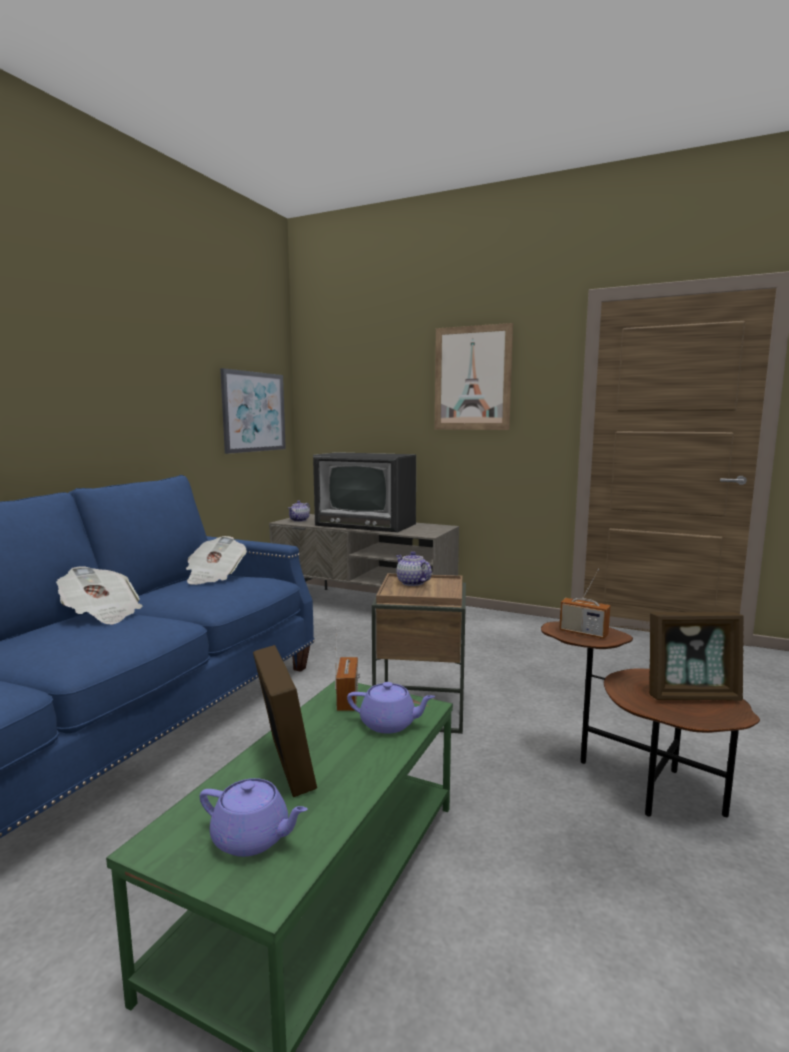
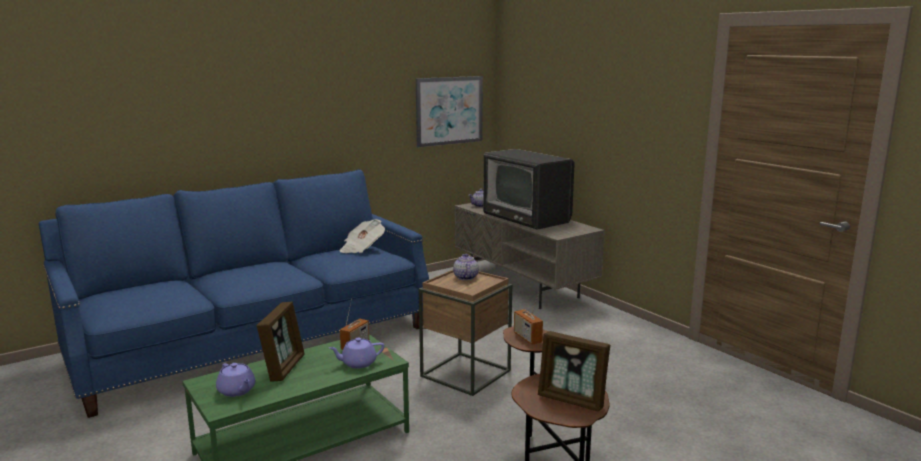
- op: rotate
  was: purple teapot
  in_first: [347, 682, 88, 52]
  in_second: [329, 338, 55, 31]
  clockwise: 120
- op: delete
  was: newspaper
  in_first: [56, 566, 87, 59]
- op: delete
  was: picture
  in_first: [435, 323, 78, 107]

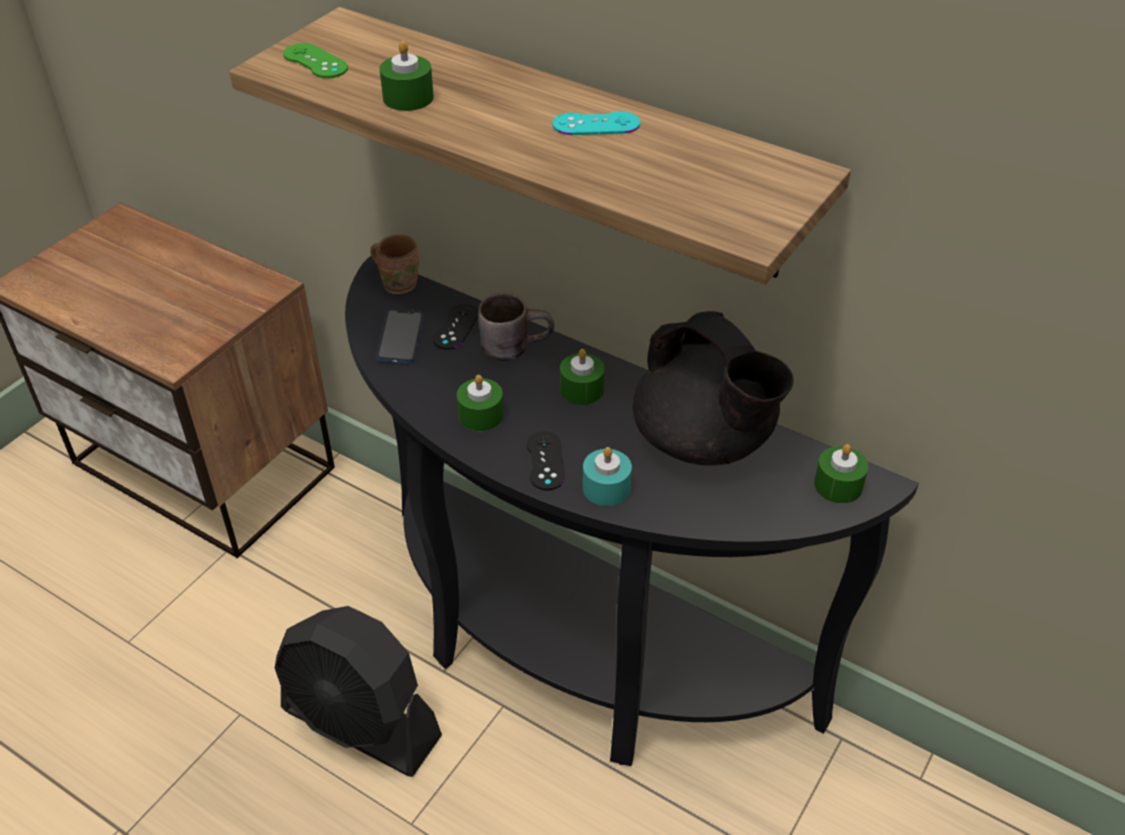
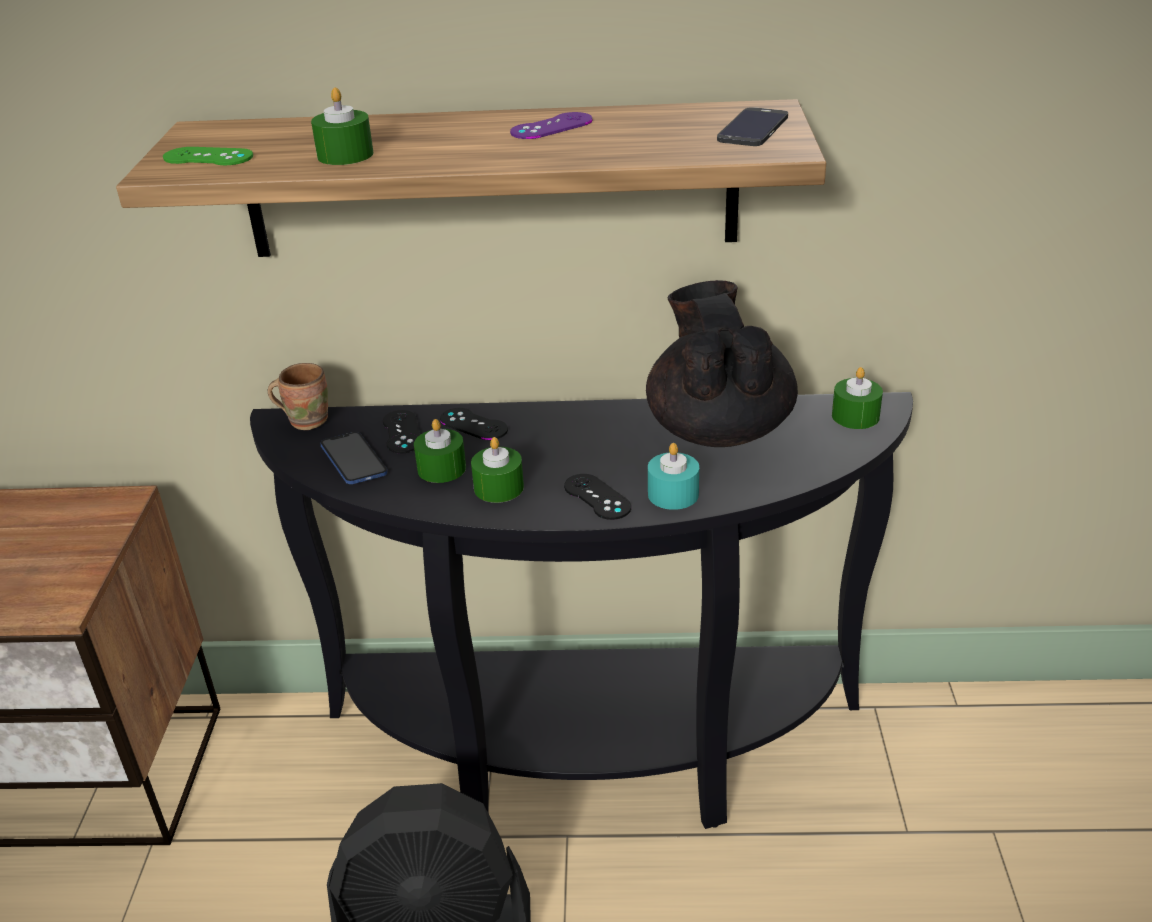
- op: move
  was: green candle
  in_first: [560, 349, 45, 56]
  in_second: [414, 419, 52, 64]
- op: replace
  was: brown mug
  now: black game controller
  in_first: [478, 293, 76, 68]
  in_second: [440, 408, 68, 32]
- op: recolor
  was: turquoise game controller
  now: purple game controller
  in_first: [552, 111, 88, 24]
  in_second: [510, 112, 83, 27]
- op: rotate
  was: black teapot
  in_first: [633, 311, 161, 155]
  in_second: [646, 280, 152, 167]
  clockwise: -120
- op: insert
  now: phone
  in_second: [717, 107, 71, 39]

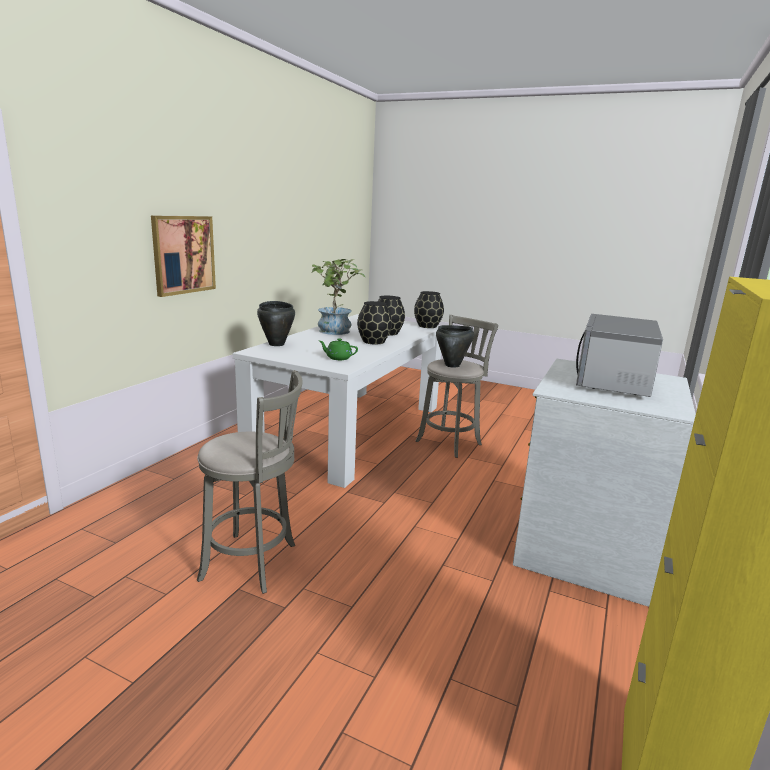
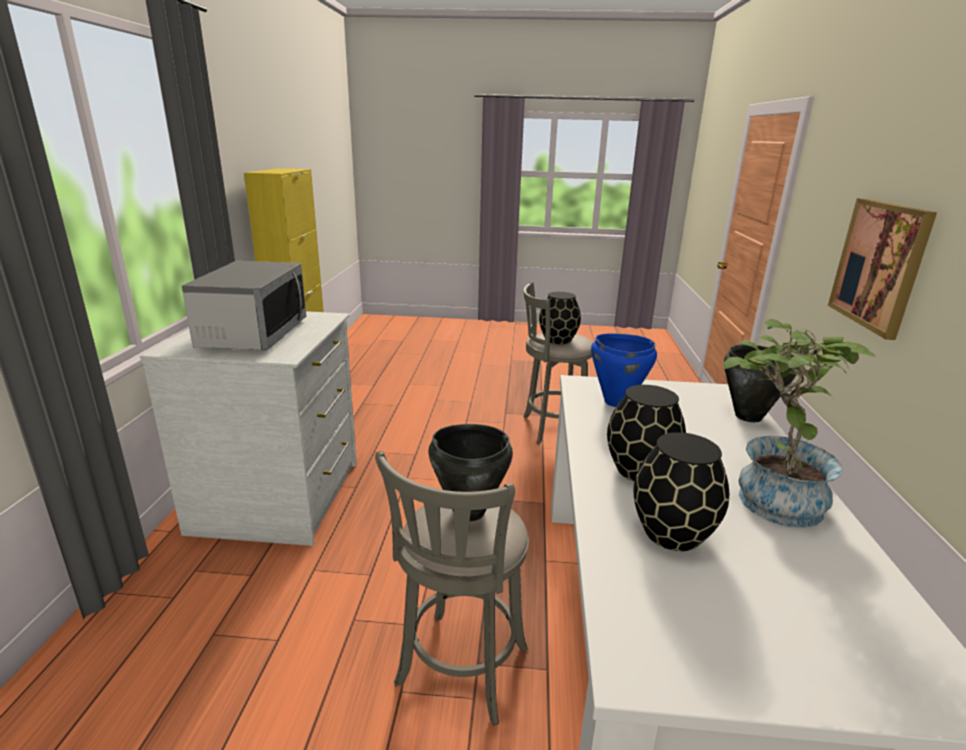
- op: move
  was: black vase
  in_first: [414, 291, 30, 37]
  in_second: [539, 292, 42, 52]
- op: replace
  was: green teapot
  now: blue cooking pot
  in_first: [319, 338, 39, 22]
  in_second: [591, 333, 66, 74]

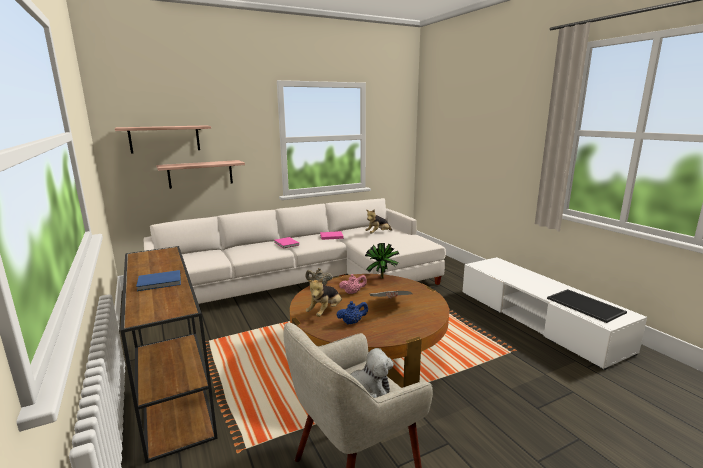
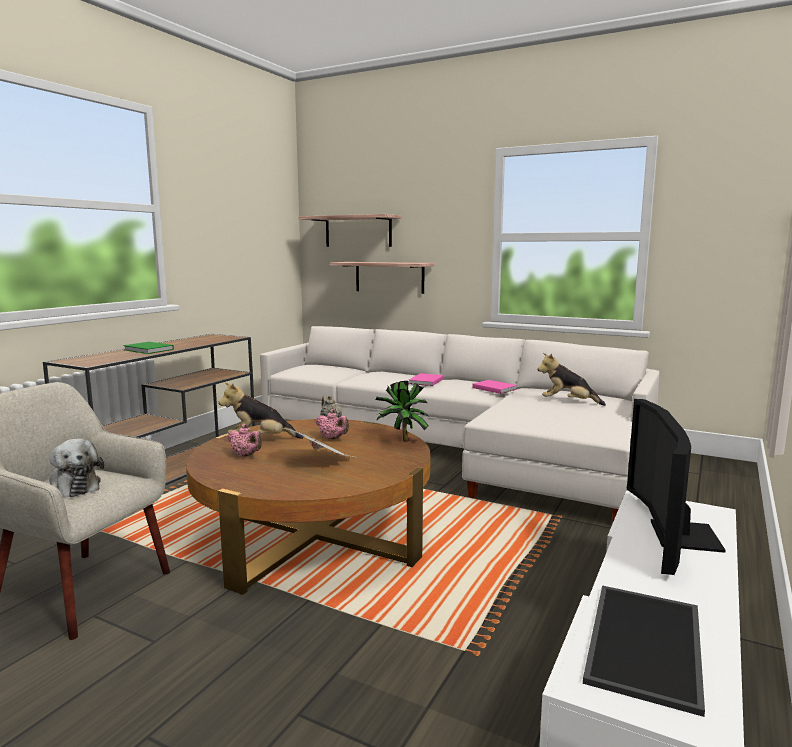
- op: recolor
  was: blue book
  now: green book
  in_first: [136, 270, 45, 21]
  in_second: [123, 342, 51, 12]
- op: recolor
  was: blue teapot
  now: pink teapot
  in_first: [336, 301, 32, 24]
  in_second: [227, 424, 35, 33]
- op: insert
  now: television
  in_second: [627, 399, 98, 176]

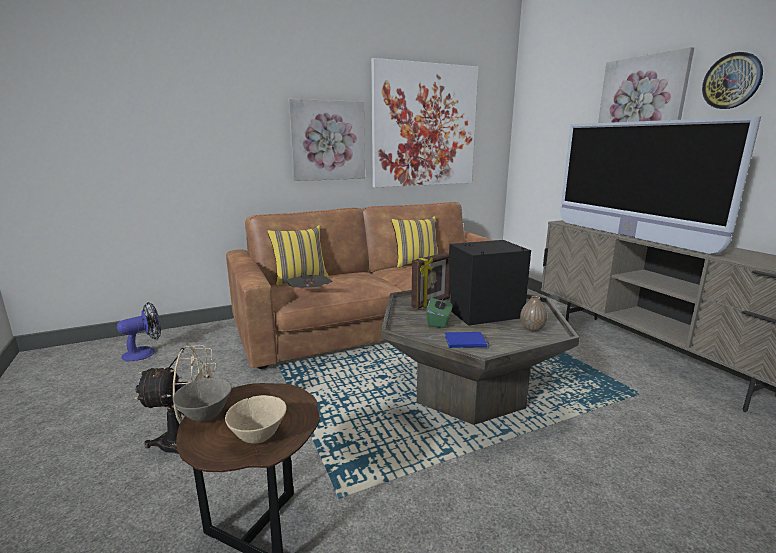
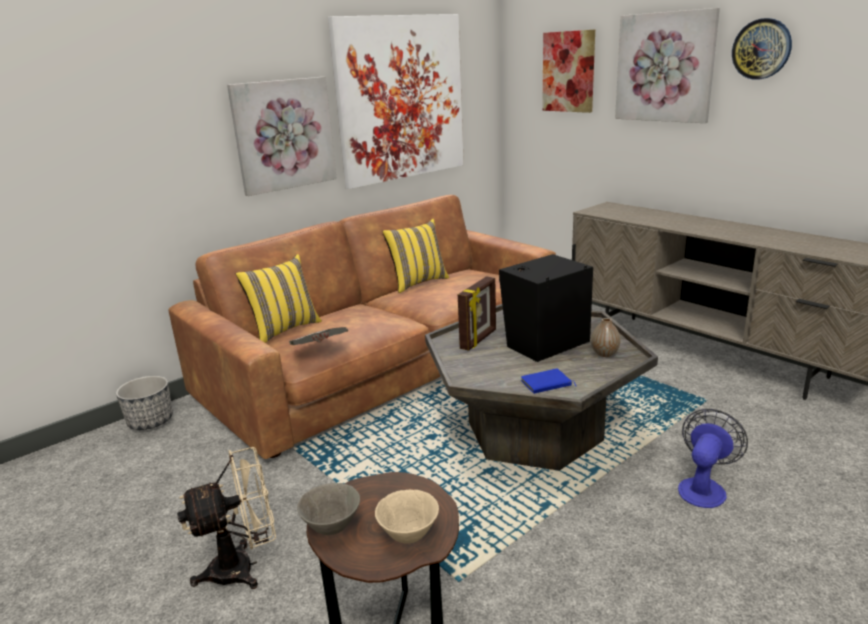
- op: insert
  now: planter
  in_second: [116, 376, 57, 54]
- op: insert
  now: picture
  in_second: [542, 30, 53, 83]
- op: move
  was: fan
  in_first: [117, 302, 44, 59]
  in_second: [678, 409, 70, 99]
- op: delete
  was: green tissue box
  in_first: [426, 297, 27, 31]
- op: delete
  was: television
  in_first: [560, 117, 201, 138]

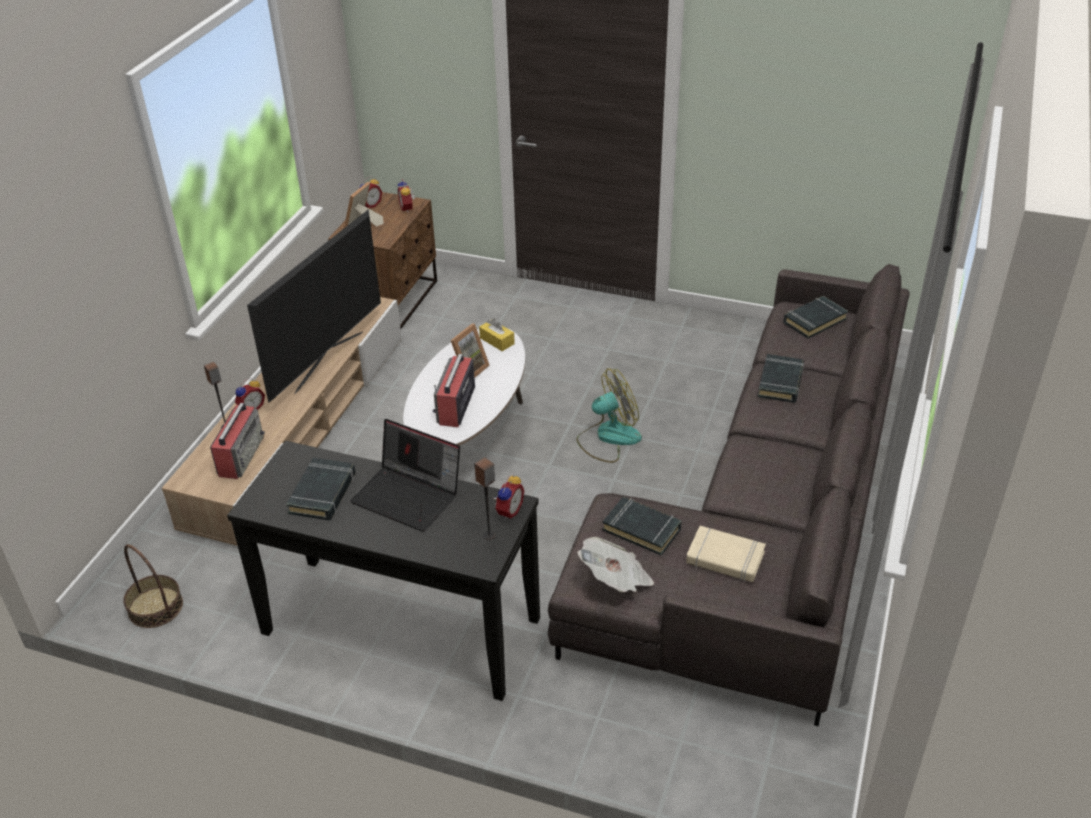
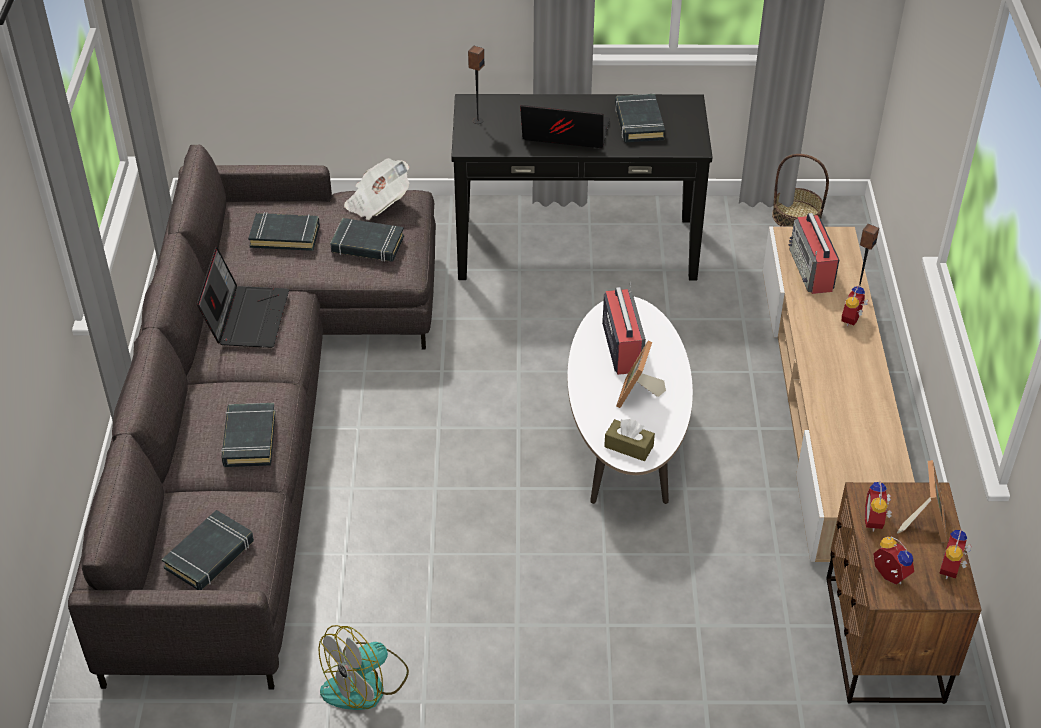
- op: insert
  now: laptop
  in_second: [197, 247, 92, 101]
- op: recolor
  was: beige book
  now: black book
  in_first: [686, 526, 80, 56]
  in_second: [248, 212, 72, 39]
- op: move
  was: fan
  in_first: [577, 369, 65, 94]
  in_second: [318, 625, 91, 85]
- op: recolor
  was: yellow tissue box
  now: brown tissue box
  in_first: [479, 318, 36, 33]
  in_second: [604, 419, 51, 42]
- op: move
  was: alarm clock
  in_first: [493, 474, 31, 46]
  in_second: [865, 481, 27, 50]
- op: delete
  was: television
  in_first: [247, 209, 134, 194]

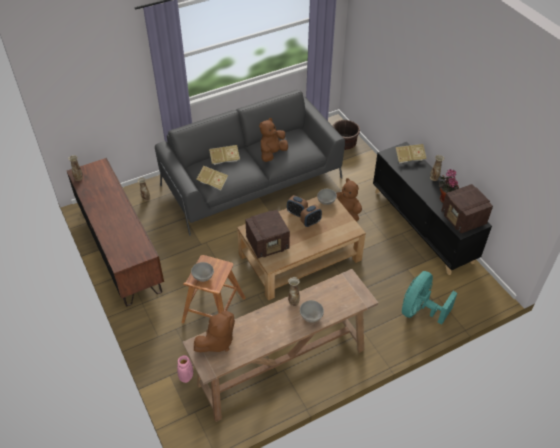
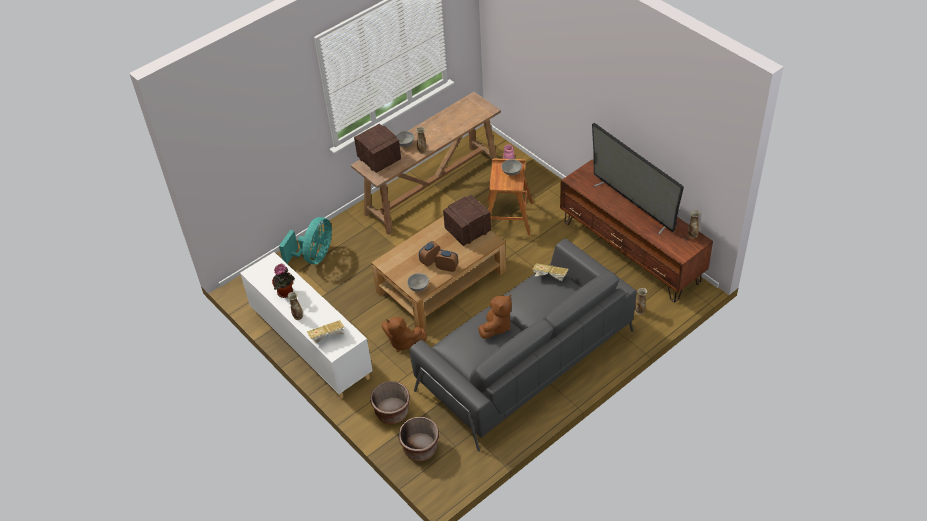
- op: recolor
  was: black cabinet
  now: white cabinet
  in_first: [373, 142, 119, 133]
  in_second: [240, 252, 133, 147]
- op: move
  was: radio
  in_first: [441, 184, 52, 49]
  in_second: [354, 124, 47, 49]
- op: insert
  now: brown planter
  in_second: [370, 381, 40, 43]
- op: insert
  now: television
  in_second: [592, 123, 92, 112]
- op: delete
  was: brown plush toy
  in_first: [194, 311, 41, 41]
- op: delete
  was: book
  in_first: [209, 145, 31, 20]

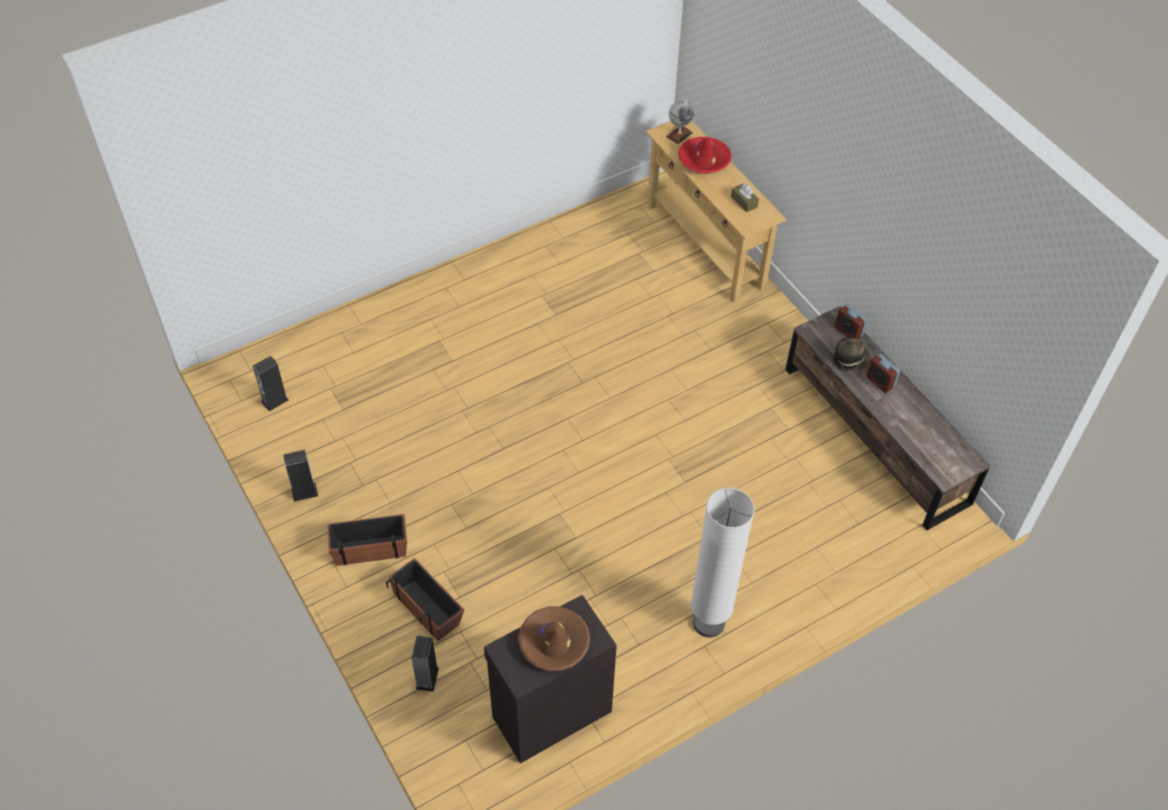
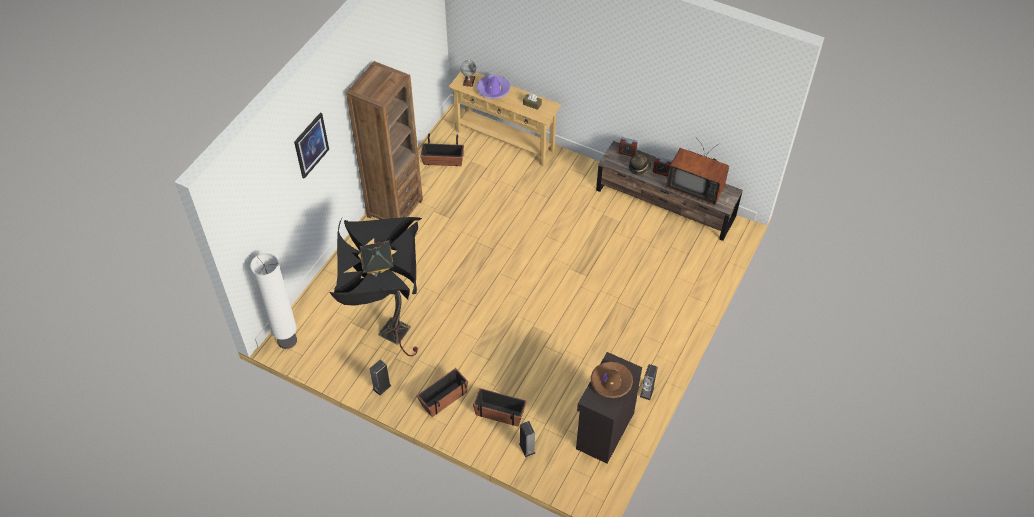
- op: move
  was: white floor lamp
  in_first: [691, 488, 64, 149]
  in_second: [250, 253, 47, 96]
- op: insert
  now: picture
  in_second: [294, 113, 35, 66]
- op: insert
  now: black floor lamp
  in_second: [330, 217, 92, 139]
- op: insert
  now: brown bookcase
  in_second: [346, 61, 77, 159]
- op: insert
  now: planter
  in_second: [420, 133, 44, 33]
- op: recolor
  was: red hat
  now: purple hat
  in_first: [678, 137, 54, 37]
  in_second: [476, 75, 34, 24]
- op: move
  was: speaker
  in_first: [253, 356, 36, 55]
  in_second: [640, 364, 18, 36]
- op: insert
  now: television
  in_second: [666, 139, 63, 66]

